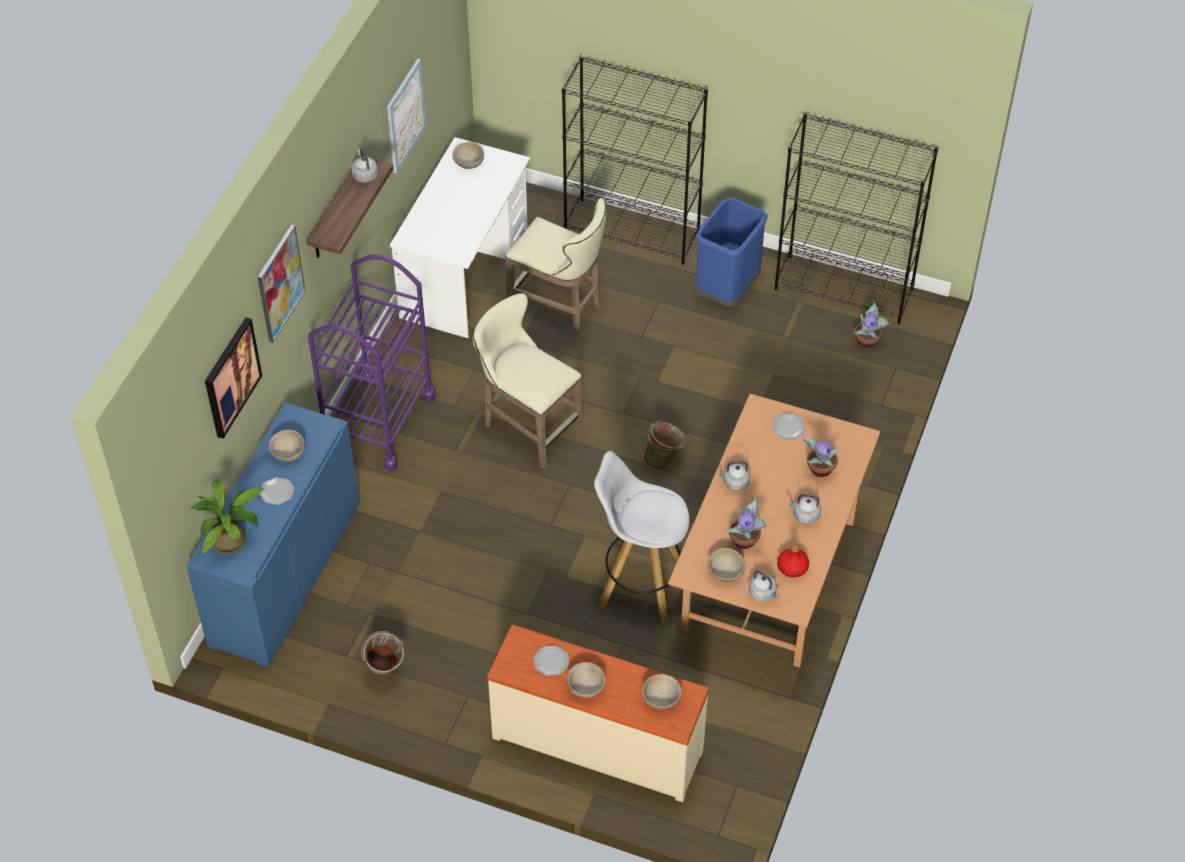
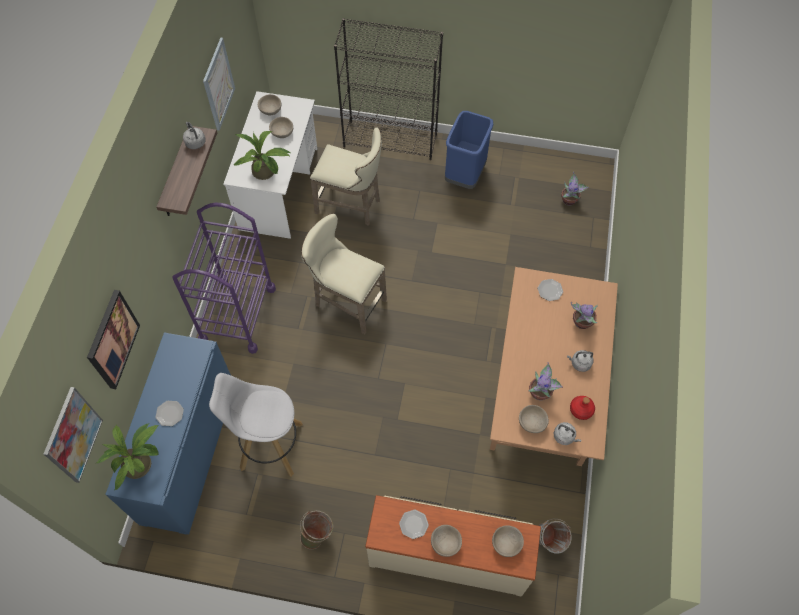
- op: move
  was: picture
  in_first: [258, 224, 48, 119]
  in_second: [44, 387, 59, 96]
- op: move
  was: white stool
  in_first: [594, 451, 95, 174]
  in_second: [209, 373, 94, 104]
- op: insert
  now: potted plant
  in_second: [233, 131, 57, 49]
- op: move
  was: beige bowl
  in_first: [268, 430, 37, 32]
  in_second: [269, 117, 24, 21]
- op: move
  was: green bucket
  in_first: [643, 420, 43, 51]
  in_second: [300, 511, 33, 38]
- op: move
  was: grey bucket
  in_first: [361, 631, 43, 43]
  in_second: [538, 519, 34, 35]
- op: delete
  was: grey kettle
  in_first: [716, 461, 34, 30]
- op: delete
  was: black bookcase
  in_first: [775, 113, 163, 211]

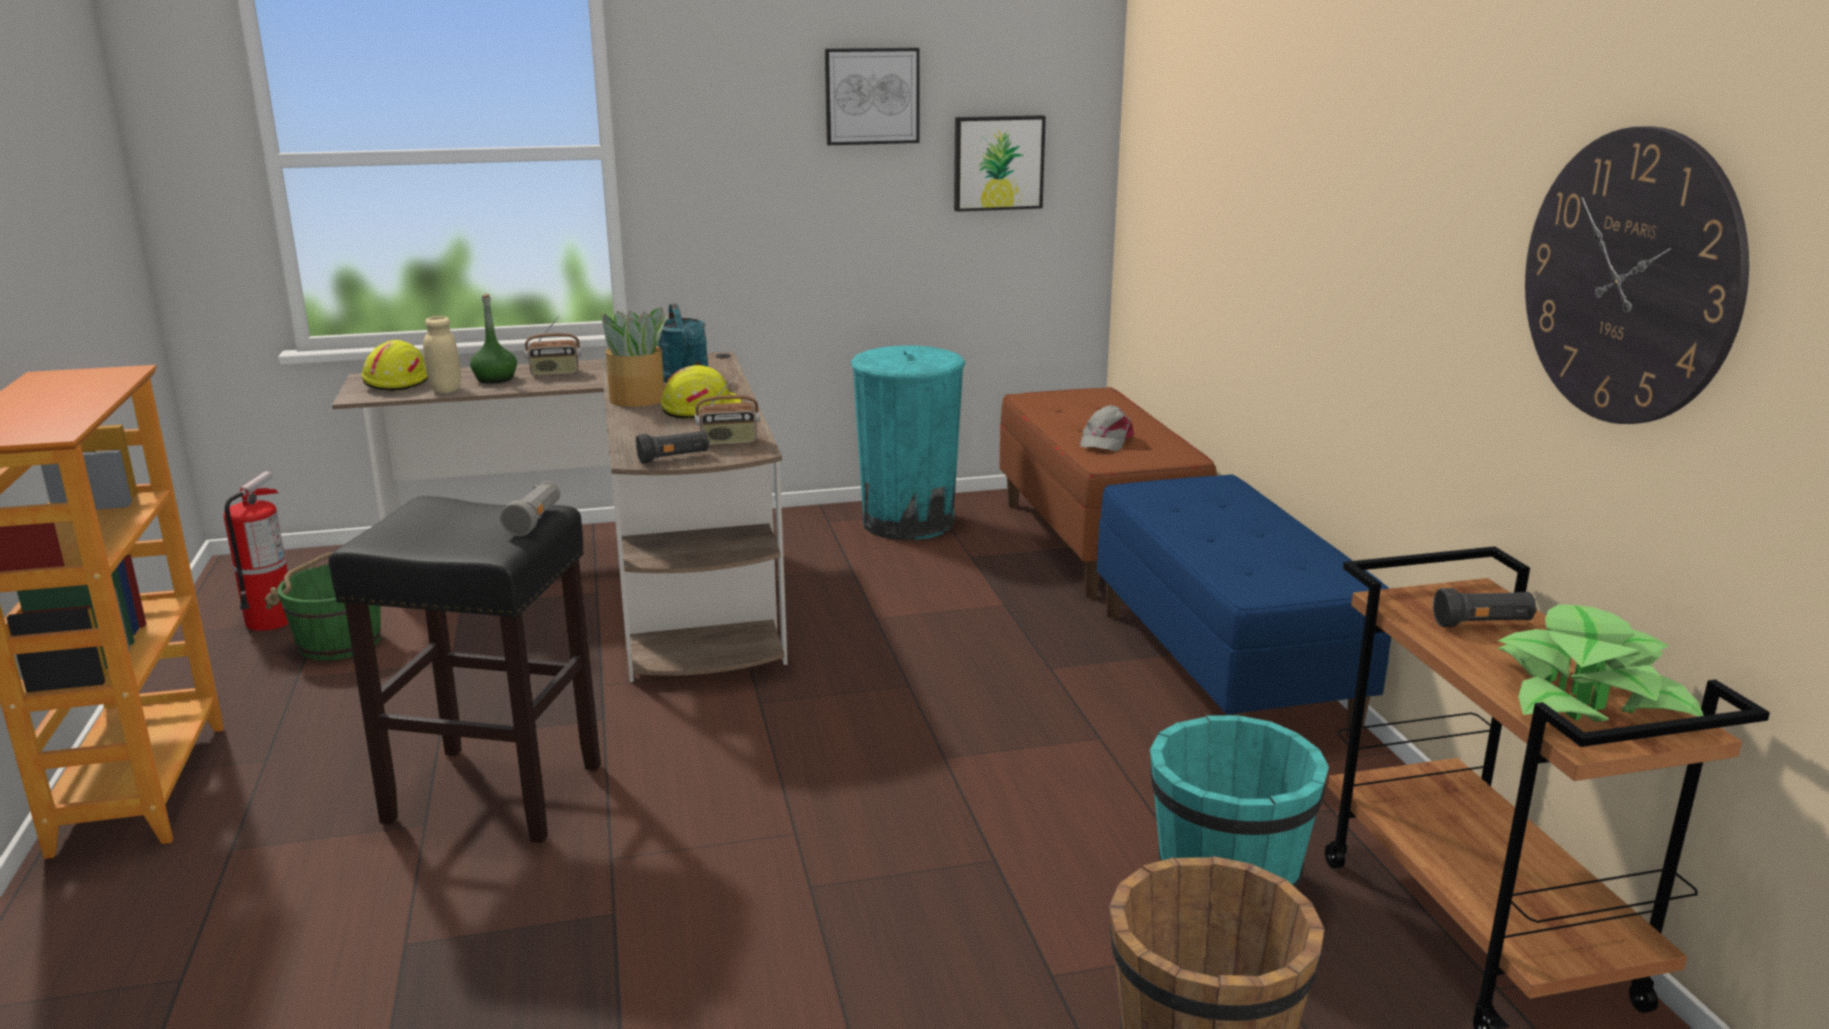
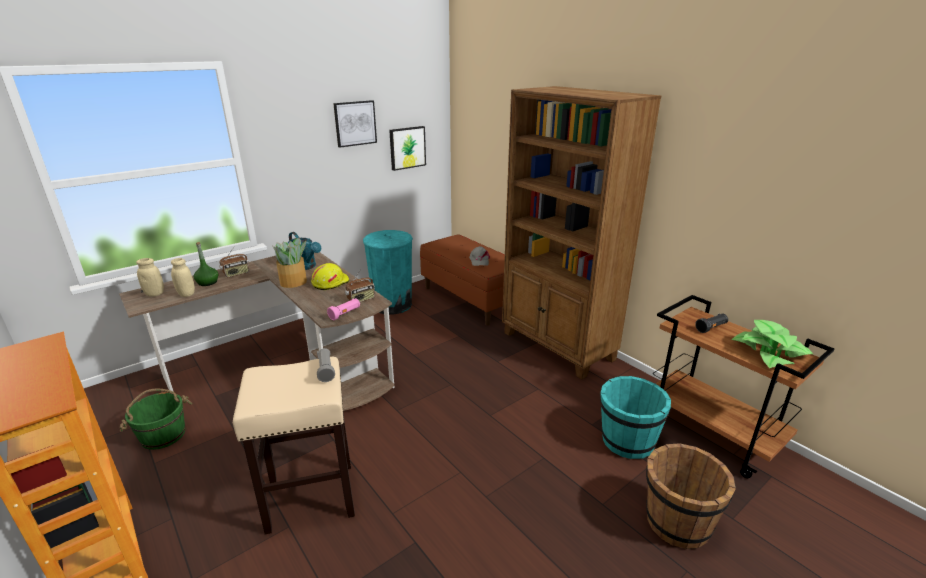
- op: replace
  was: yellow hard hat
  now: beige jar
  in_first: [361, 340, 67, 51]
  in_second: [136, 258, 28, 39]
- op: recolor
  was: black stool
  now: beige stool
  in_first: [329, 496, 272, 347]
  in_second: [233, 357, 122, 177]
- op: recolor
  was: black flashlight
  now: pink flashlight
  in_first: [636, 430, 73, 34]
  in_second: [327, 298, 33, 22]
- op: replace
  was: blue bench
  now: brown bookcase
  in_first: [1097, 475, 294, 264]
  in_second: [502, 86, 159, 294]
- op: delete
  was: fire extinguisher
  in_first: [223, 471, 66, 160]
- op: delete
  was: wall clock
  in_first: [1525, 126, 224, 298]

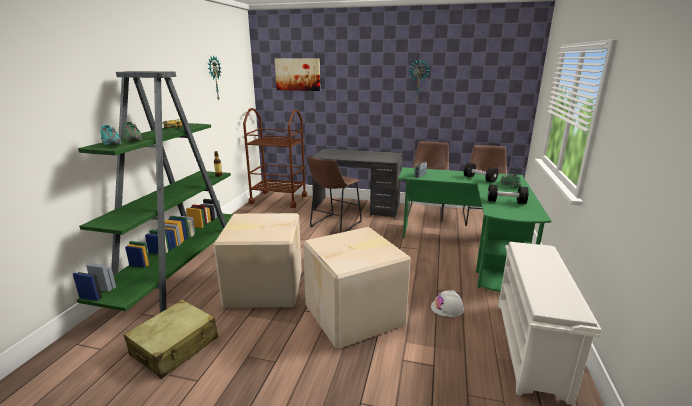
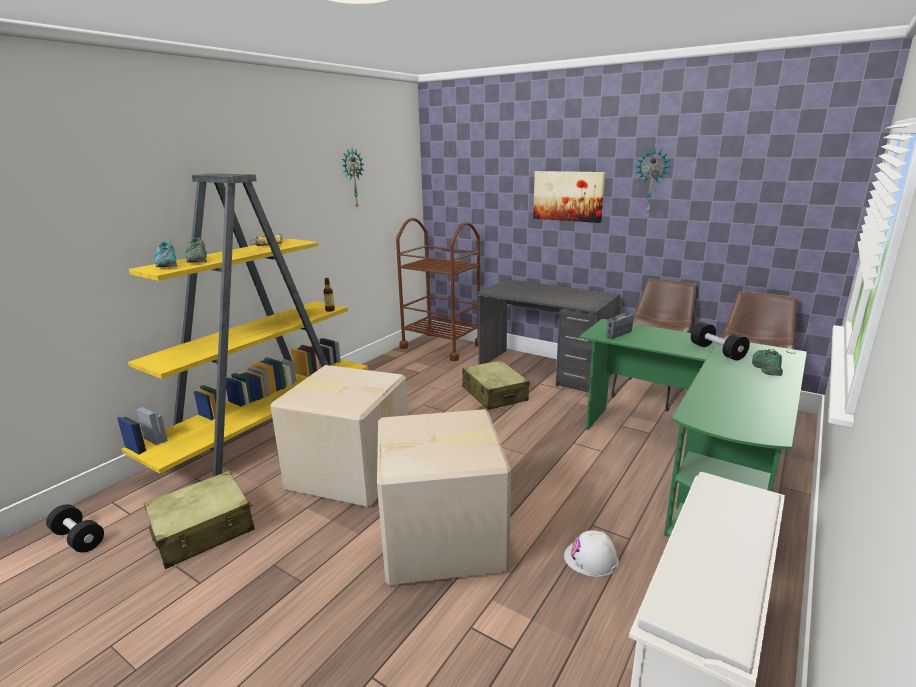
- op: move
  was: black dumbbell
  in_first: [488, 184, 41, 20]
  in_second: [46, 504, 58, 49]
- op: recolor
  was: green bookcase
  now: yellow bookcase
  in_first: [73, 71, 160, 242]
  in_second: [117, 173, 251, 304]
- op: replace
  was: brown stool
  now: beige suitcase
  in_first: [307, 156, 55, 77]
  in_second: [462, 360, 68, 50]
- op: move
  was: picture
  in_first: [275, 59, 45, 32]
  in_second: [533, 171, 72, 52]

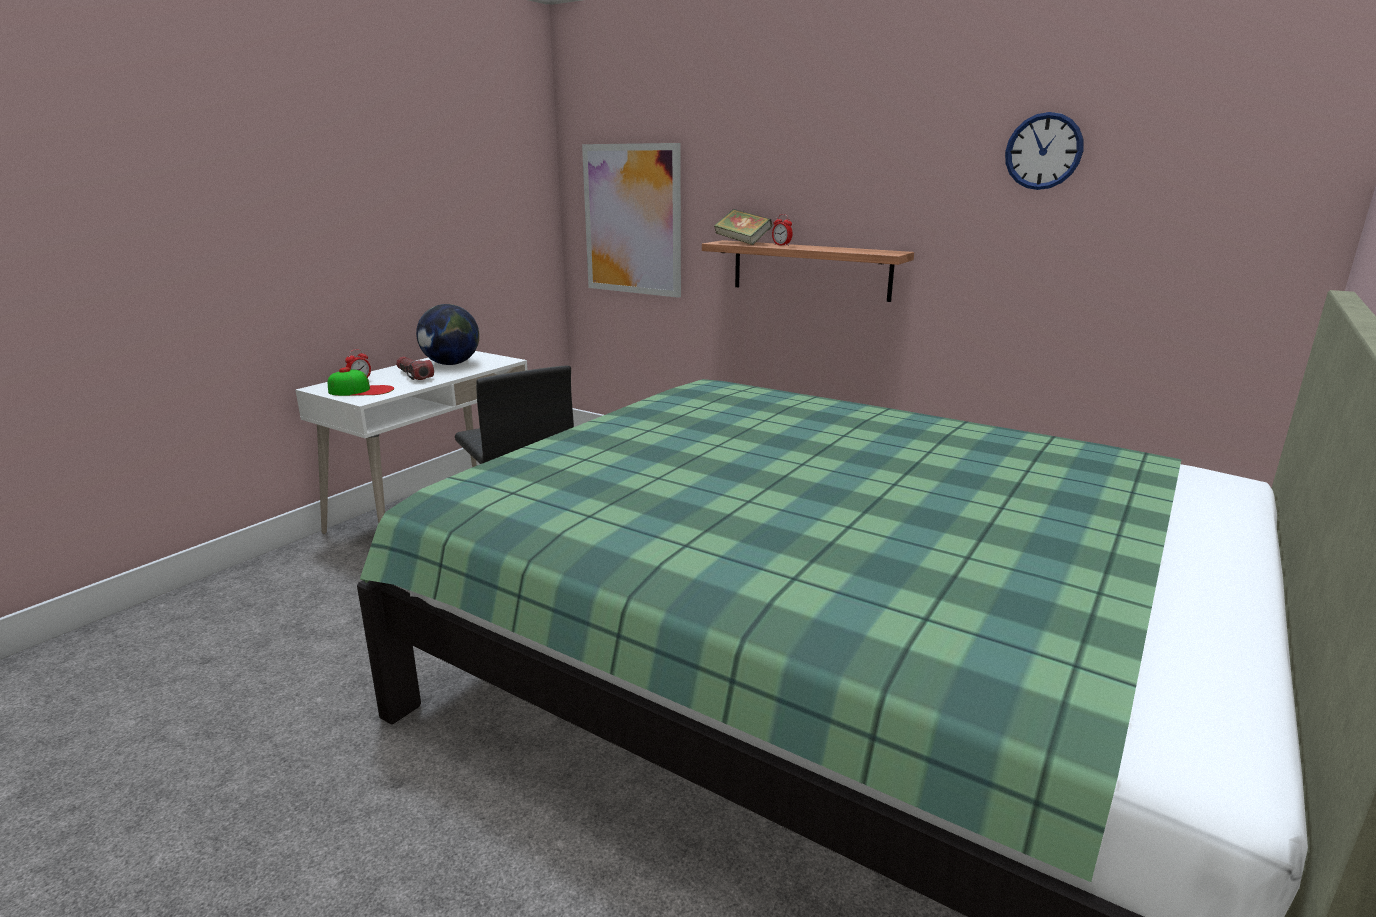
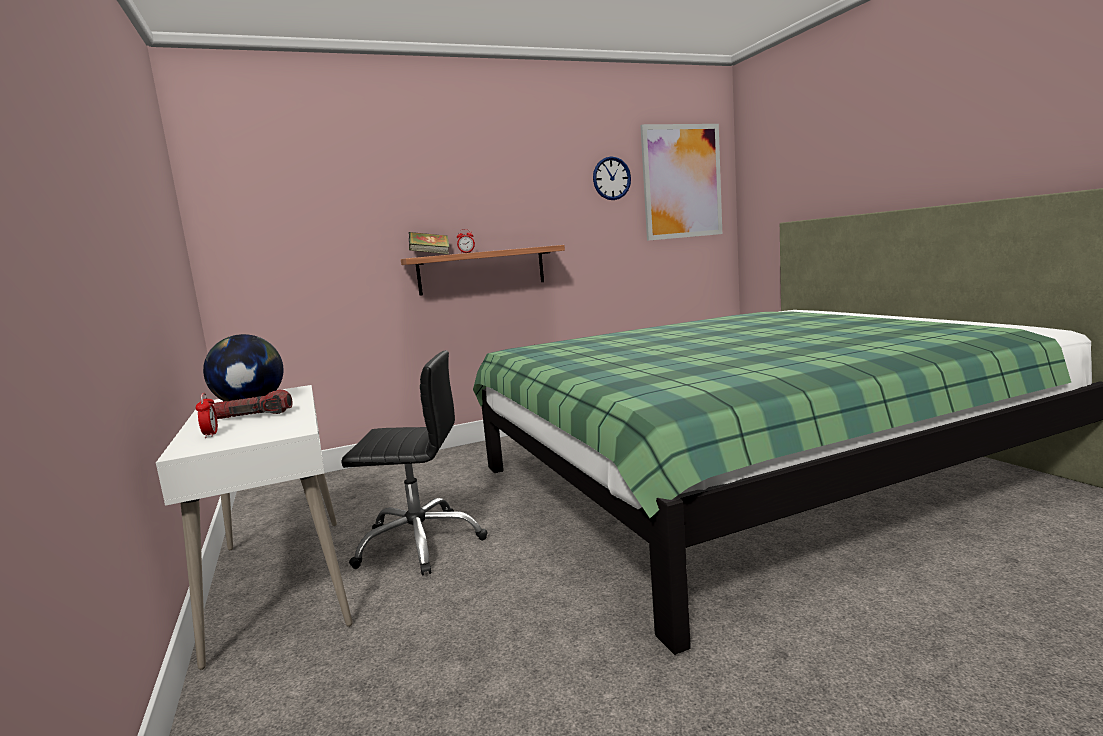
- op: move
  was: picture
  in_first: [582, 143, 99, 155]
  in_second: [640, 124, 82, 117]
- op: delete
  was: cap
  in_first: [328, 367, 66, 29]

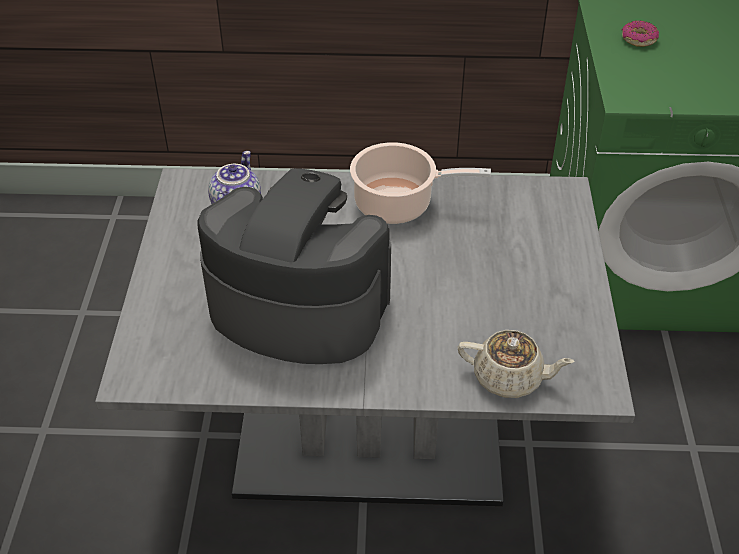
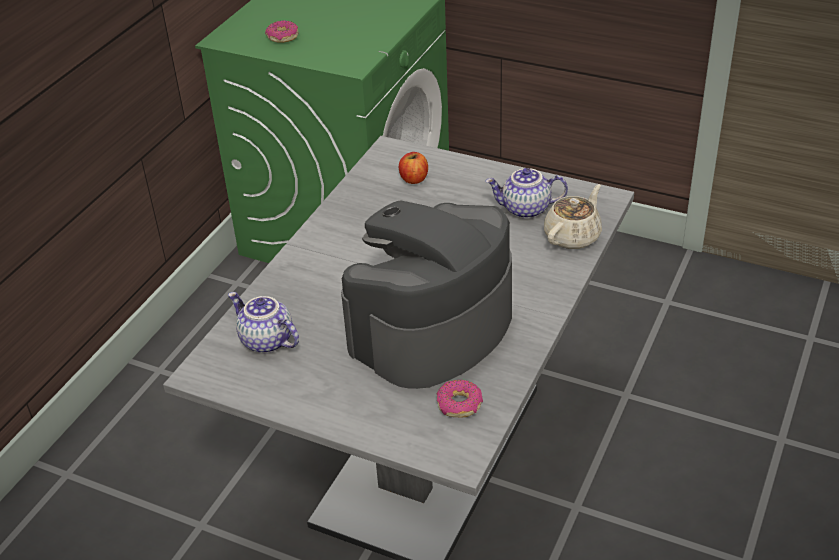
- op: insert
  now: apple
  in_second: [399, 152, 29, 32]
- op: insert
  now: donut
  in_second: [437, 380, 46, 37]
- op: insert
  now: teapot
  in_second: [485, 168, 83, 51]
- op: delete
  was: cooking pot
  in_first: [350, 142, 141, 82]

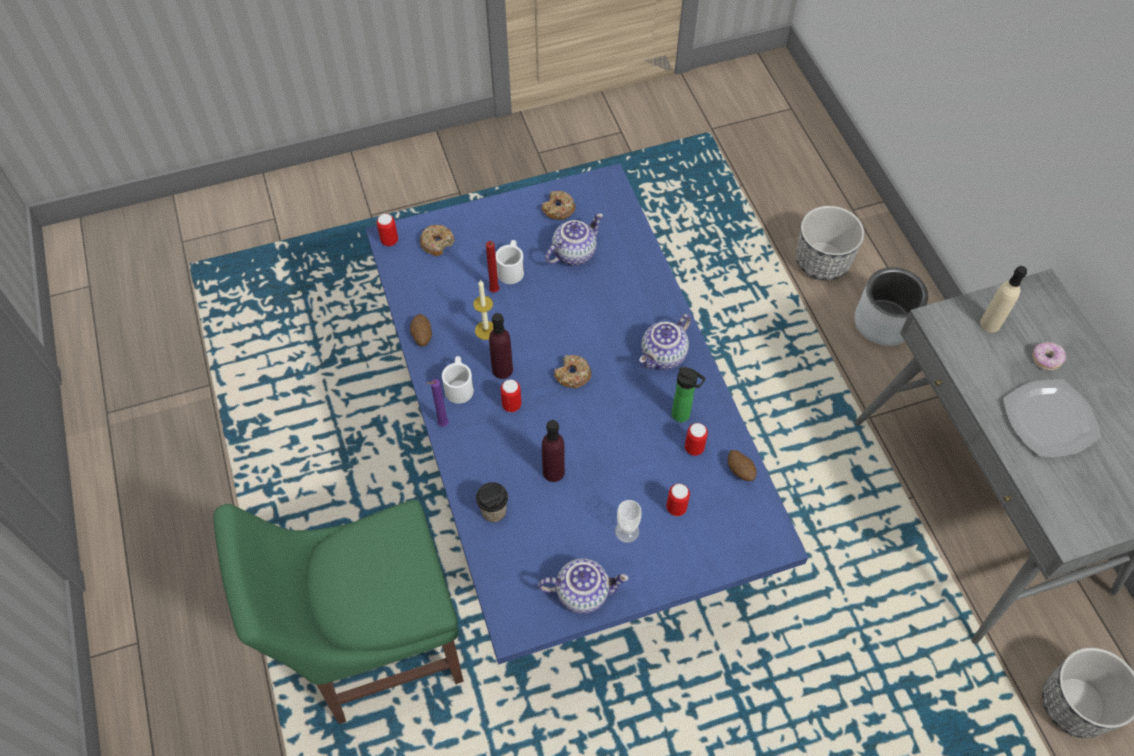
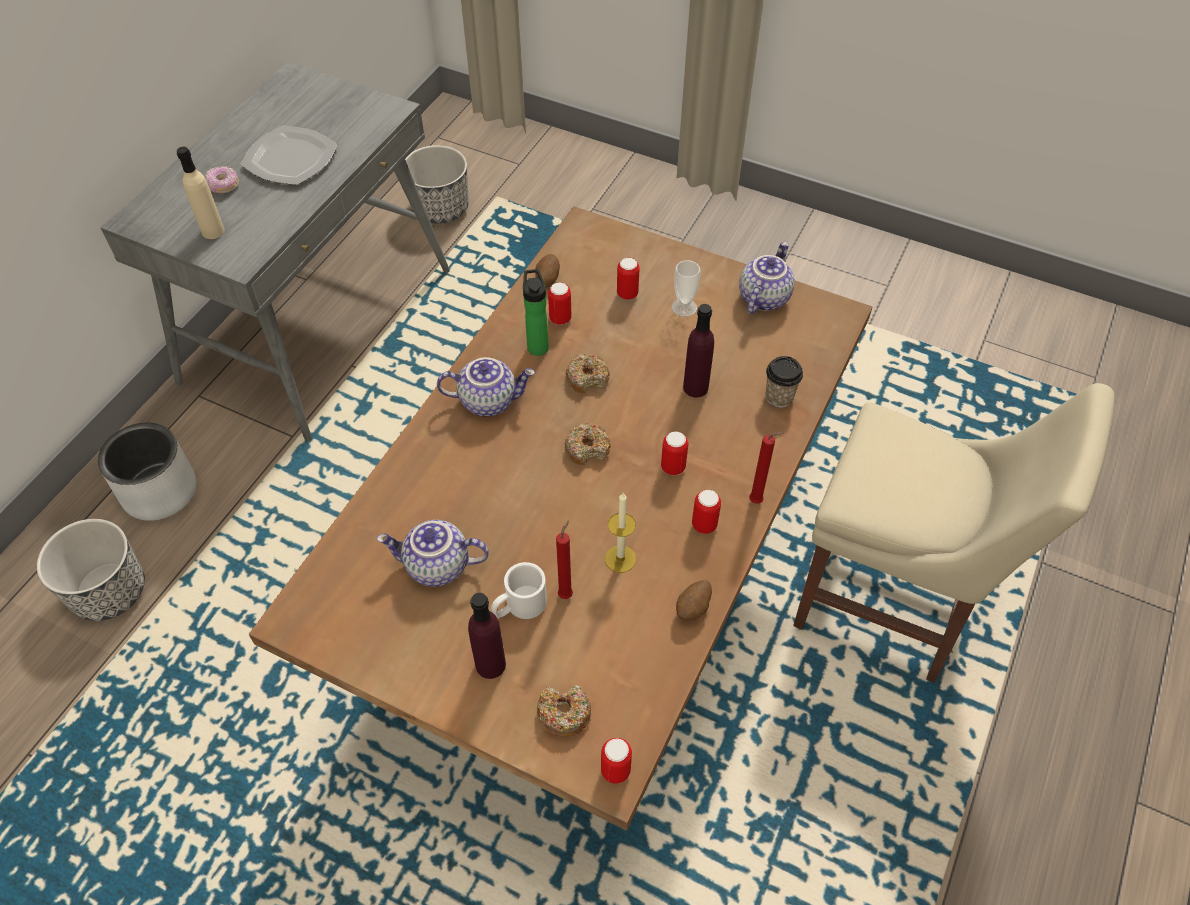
- op: recolor
  was: blue dining table
  now: brown dining table
  in_first: [365, 163, 443, 501]
  in_second: [249, 206, 623, 624]
- op: move
  was: purple bottle
  in_first: [489, 313, 24, 66]
  in_second: [468, 593, 38, 86]
- op: move
  was: donut
  in_first: [541, 191, 35, 29]
  in_second: [566, 353, 44, 40]
- op: replace
  was: white mug
  now: can
  in_first: [442, 356, 32, 48]
  in_second: [692, 490, 29, 44]
- op: rotate
  was: teapot
  in_first: [538, 558, 91, 56]
  in_second: [739, 242, 55, 72]
  clockwise: 75
- op: recolor
  was: purple candle
  now: red candle
  in_first: [426, 379, 23, 48]
  in_second: [749, 432, 35, 72]
- op: recolor
  was: green chair
  now: beige chair
  in_first: [213, 500, 251, 224]
  in_second: [793, 383, 322, 300]

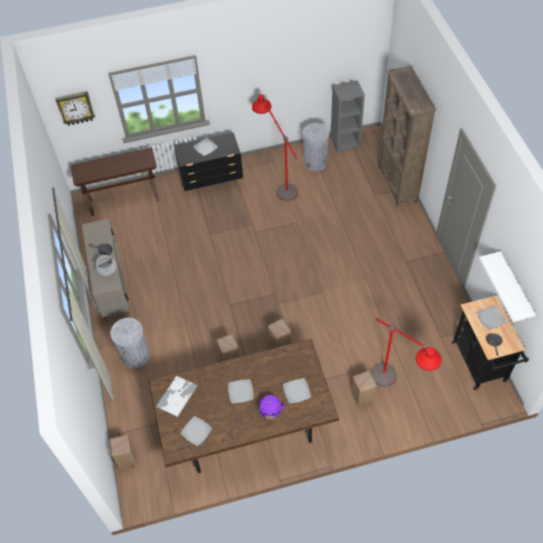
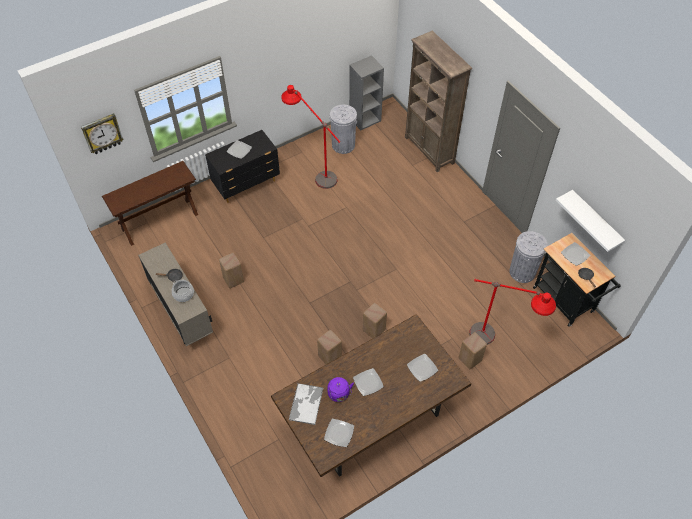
- op: move
  was: beige stool
  in_first: [109, 435, 28, 34]
  in_second: [219, 253, 25, 35]
- op: move
  was: purple kettle
  in_first: [259, 395, 27, 24]
  in_second: [327, 377, 27, 25]
- op: move
  was: grey trash can
  in_first: [110, 318, 39, 51]
  in_second: [509, 231, 39, 52]

